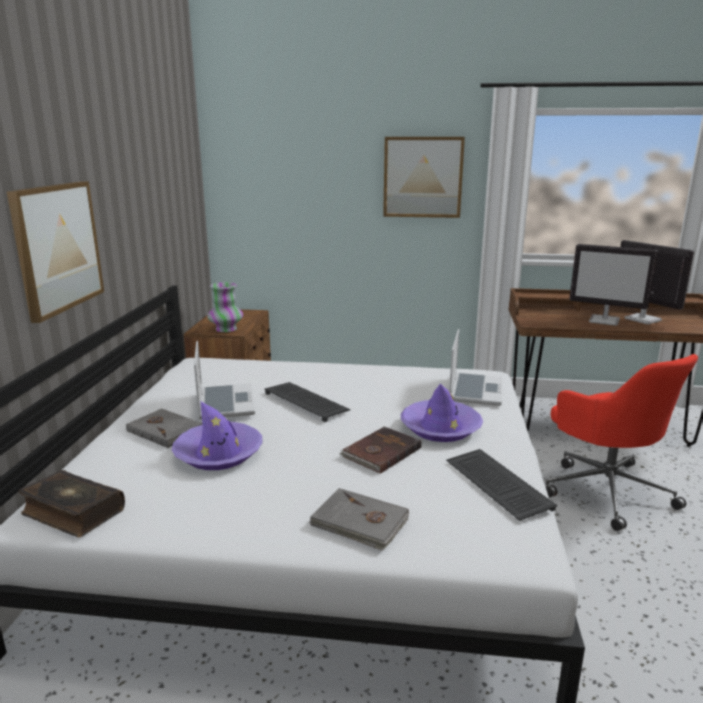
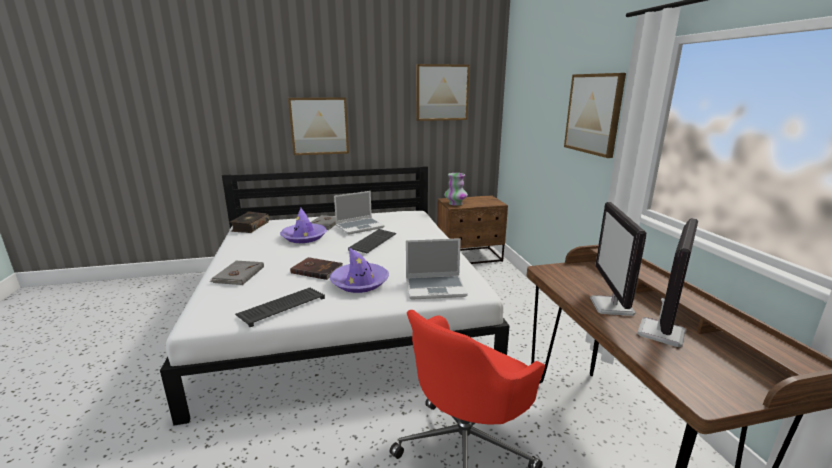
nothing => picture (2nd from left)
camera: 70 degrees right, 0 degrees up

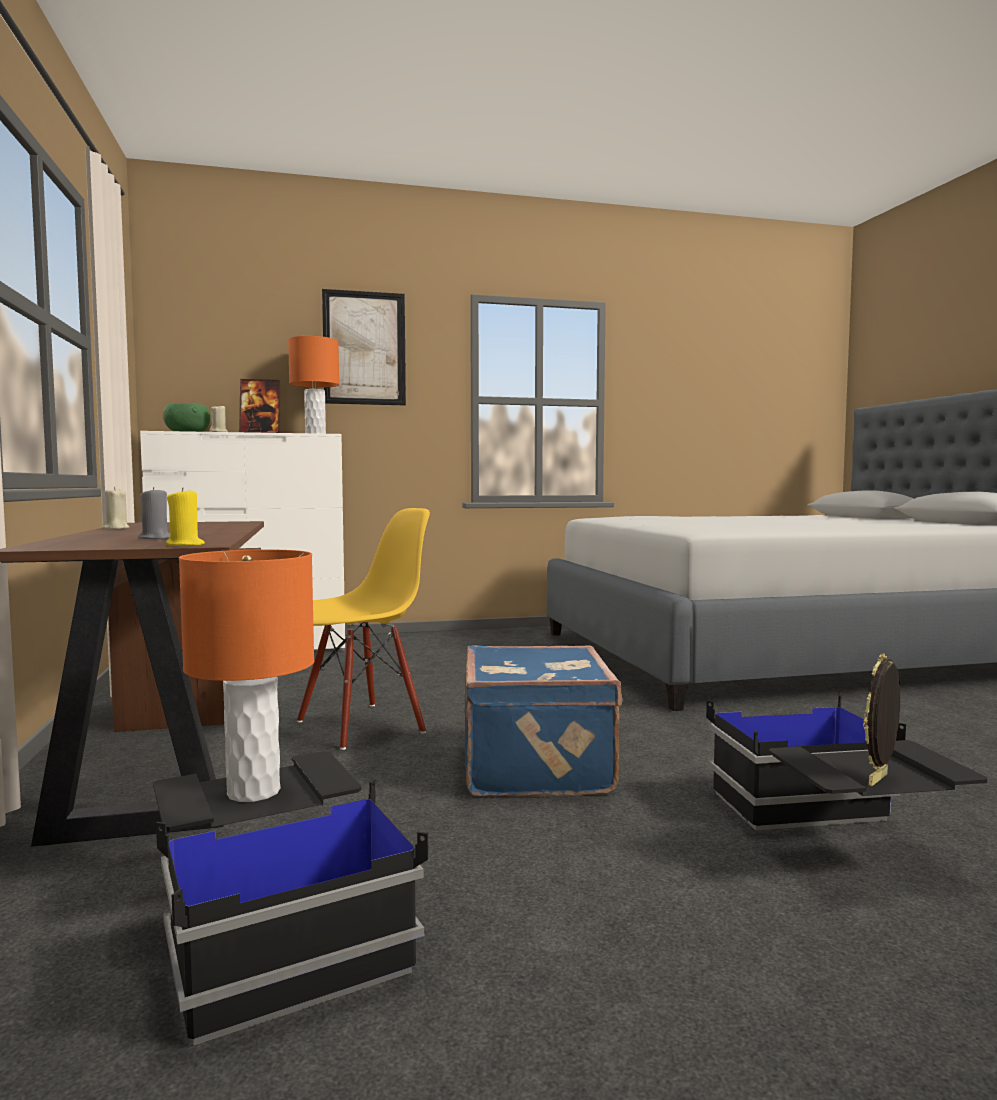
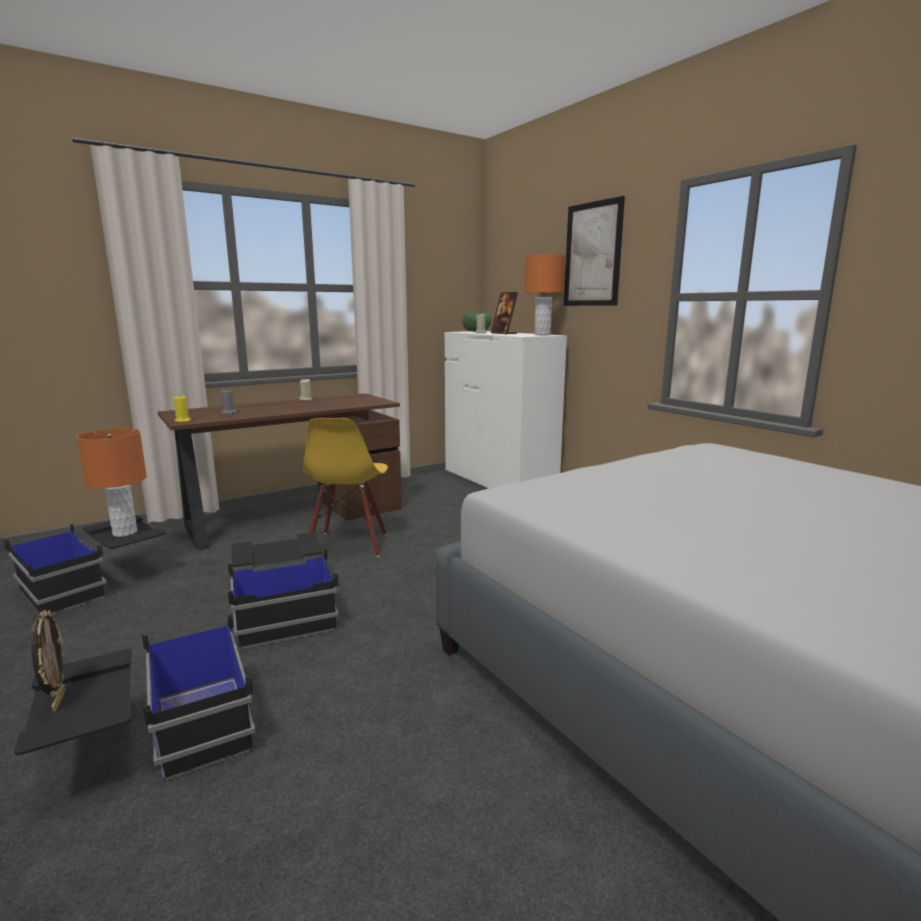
picture frame (2nd from left in the first image) => picture frame (1st from left), 45 degrees clockwise
blue suitcase => black storage box (3rd from left)
yellow chair, 60 degrees clockwise
camera: 70 degrees right, 10 degrees up

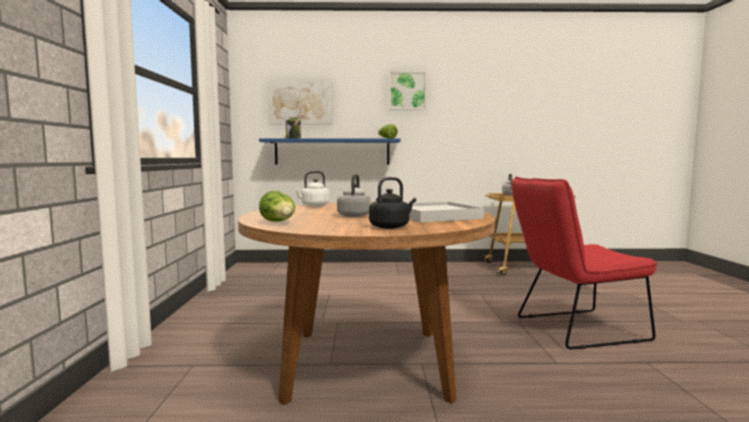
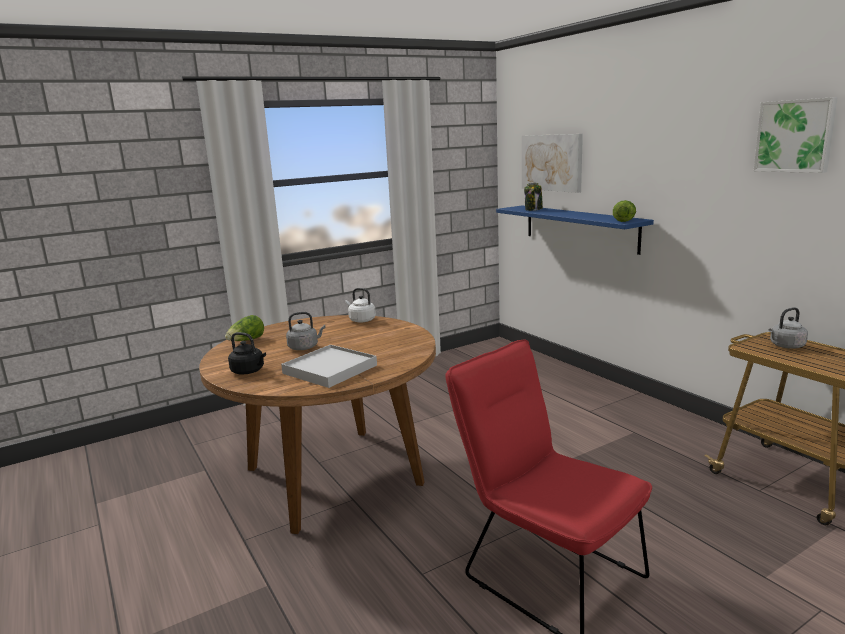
picture (2nd from left), move
camera: 60 degrees right, 10 degrees up

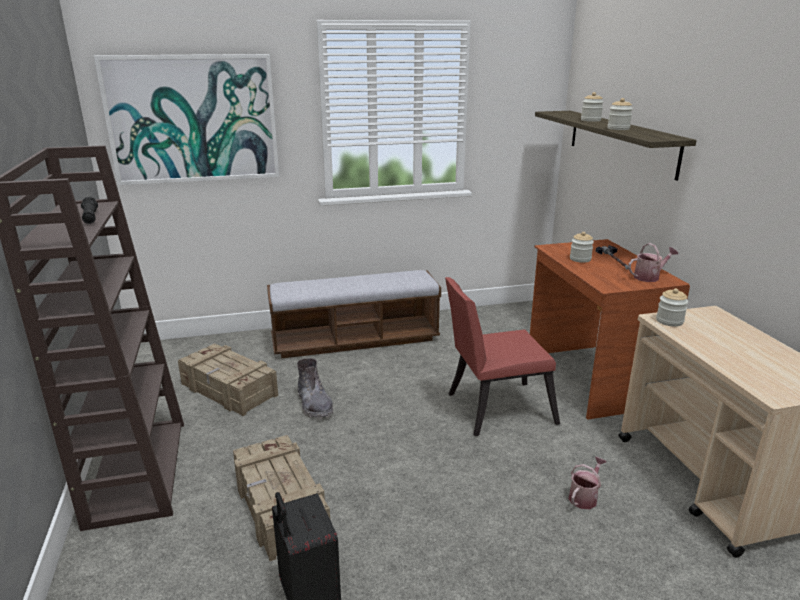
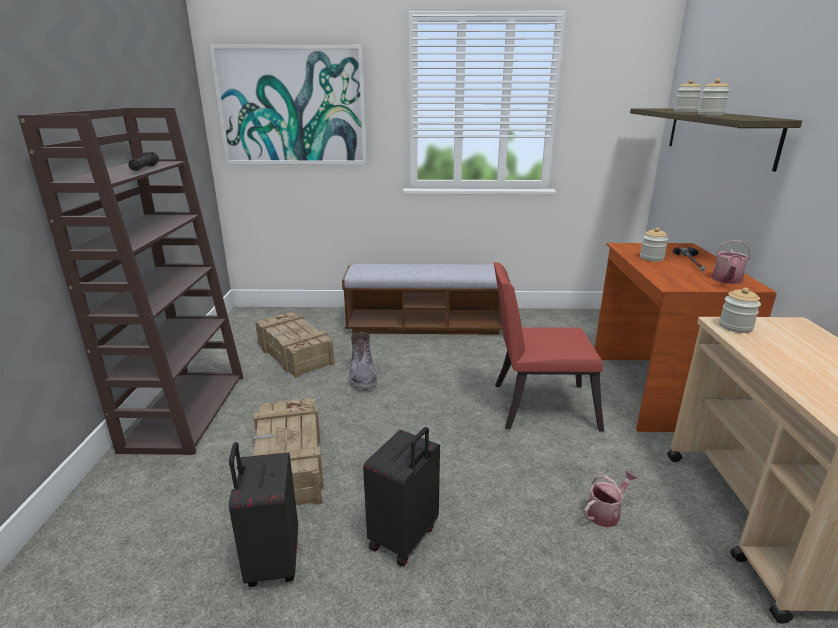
nothing => black suitcase (2nd from left)
watering can (2nd from left), 120 degrees clockwise
camera: 15 degrees right, 0 degrees up

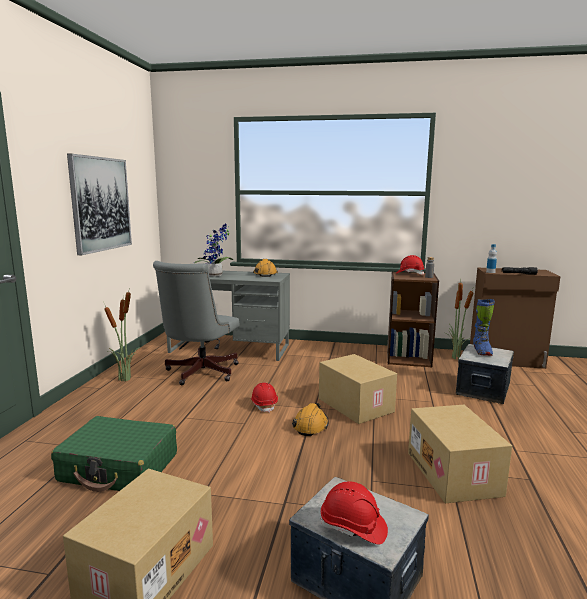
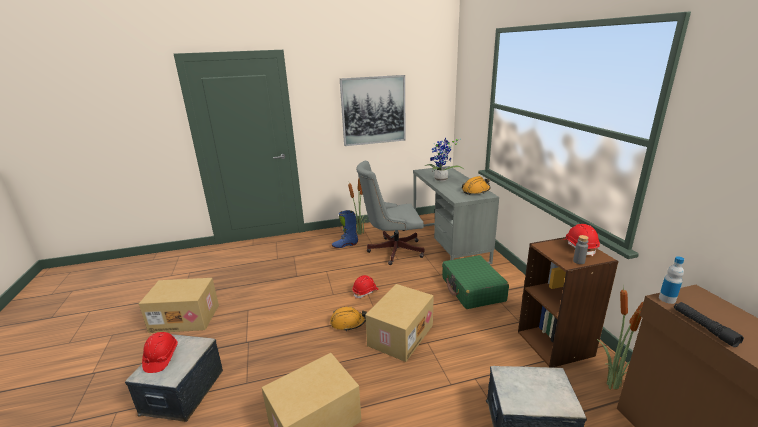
blue boot, move
green suitcase, move
camera: 65 degrees right, 10 degrees up

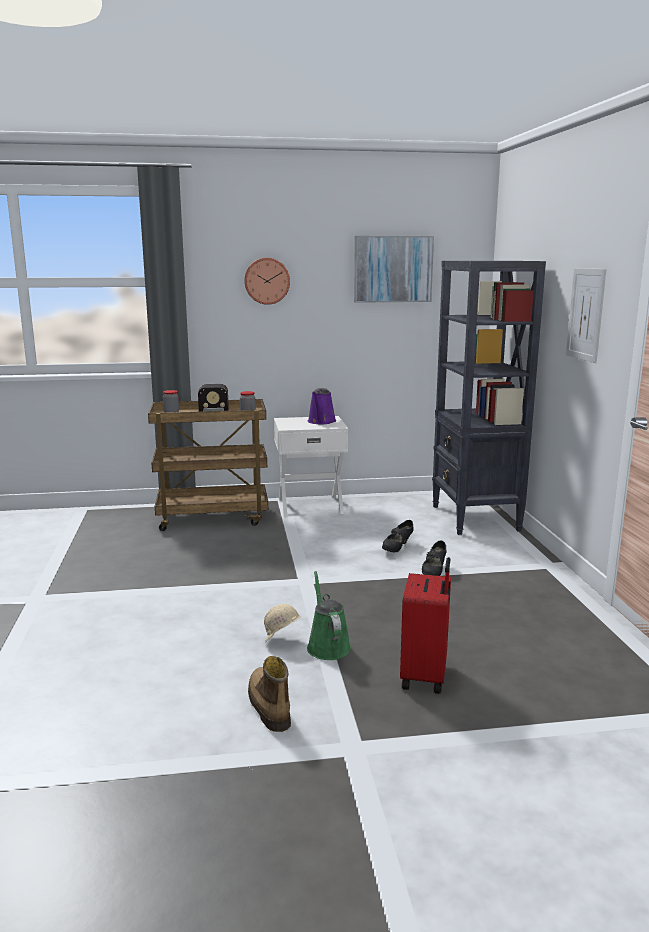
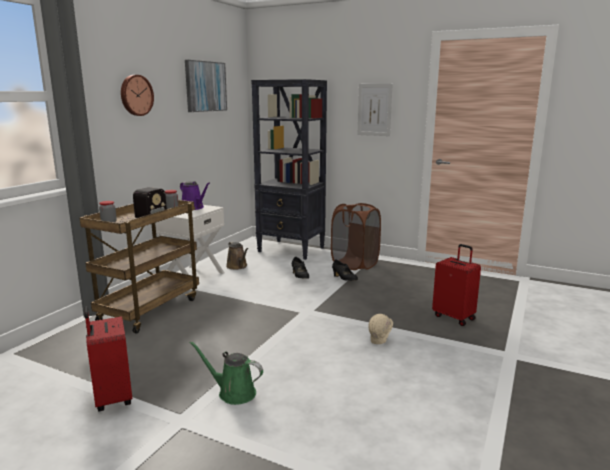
nothing => red suitcase (1st from left)
green watering can, move
nothing => brown watering can
nothing => brown laundry basket
boot => nothing
camera: 55 degrees left, 0 degrees up

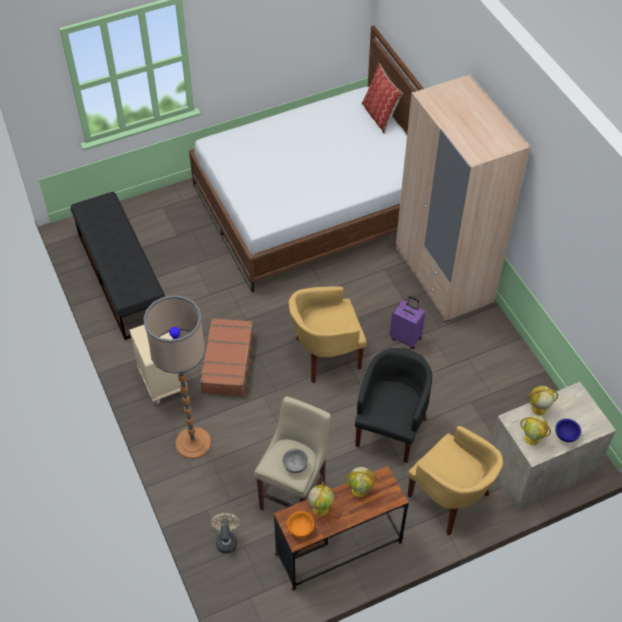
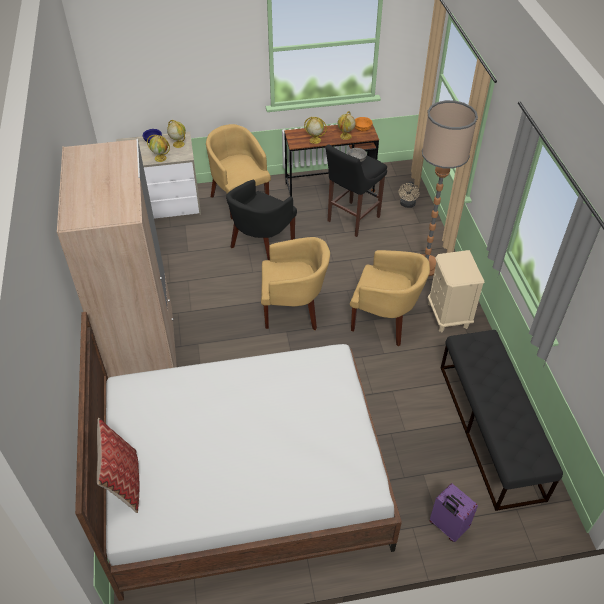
beige stool => black stool
brown suitcase => yellow armchair (3rd from left)
purple suitcase, move
camera: 165 degrees left, 5 degrees down

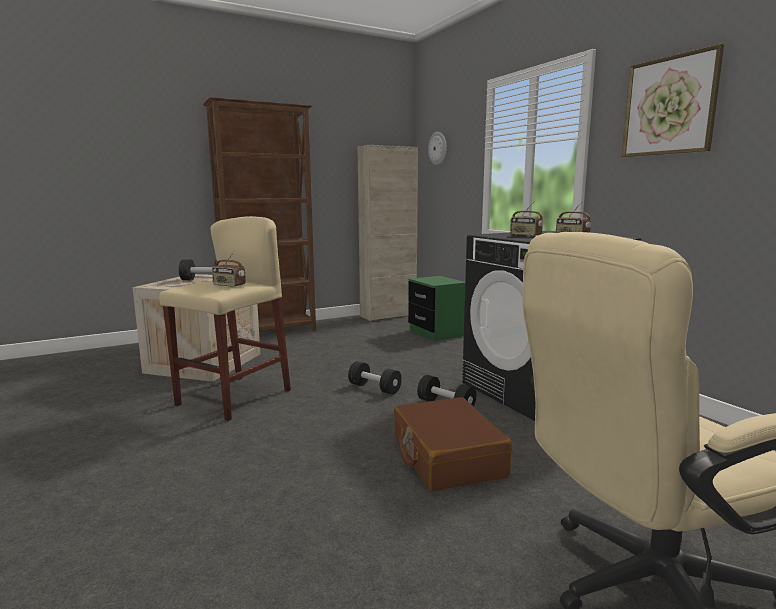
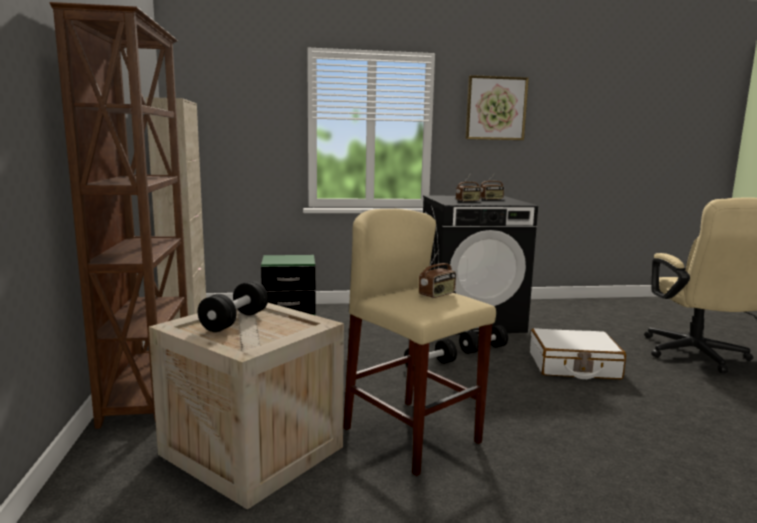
brown suitcase => white suitcase
wall clock => nothing
camera: 70 degrees left, 0 degrees up

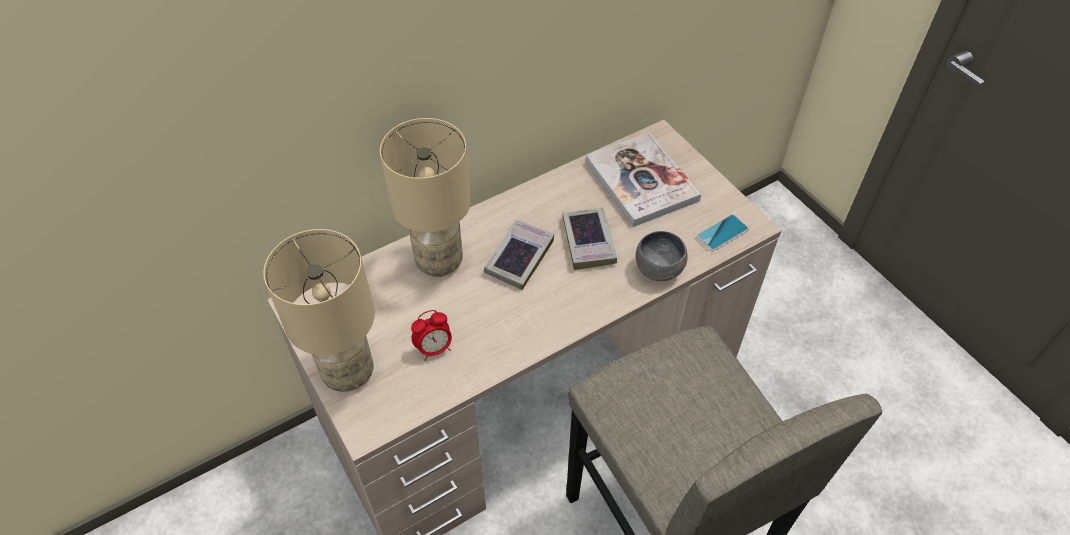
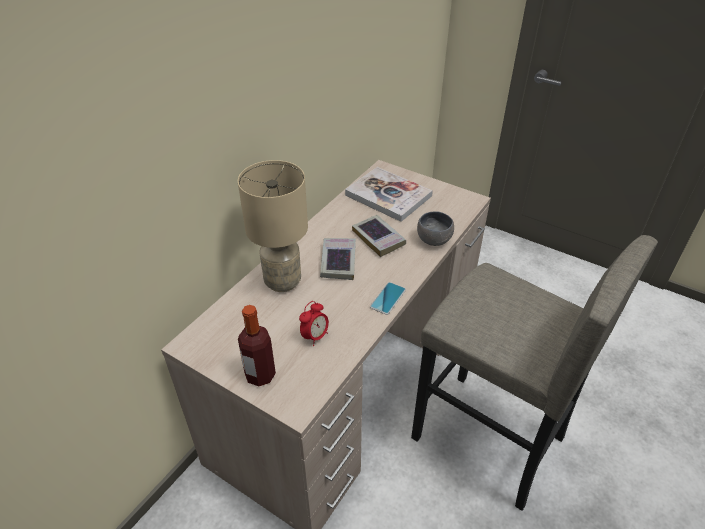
beige table lamp (1st from left) => bottle
phone, move
camera: 25 degrees left, 10 degrees down

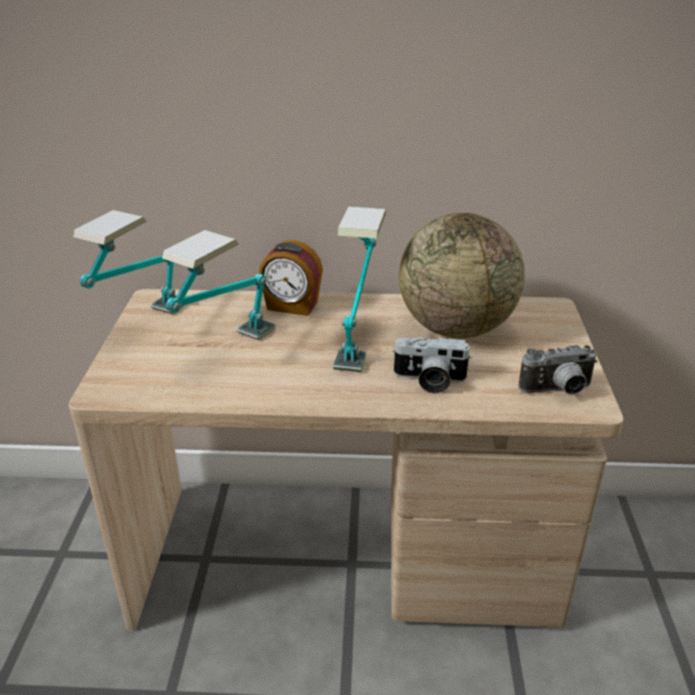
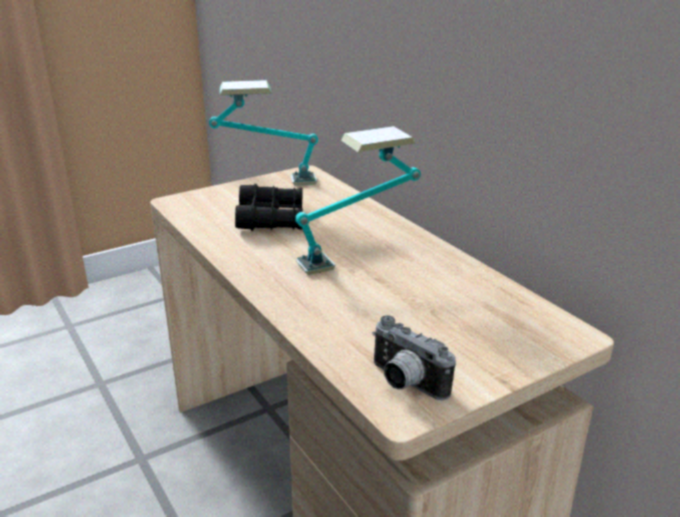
table lamp (2nd from left) => black binoculars
alarm clock => nothing
photo camera (1st from left) => nothing
globe => nothing
camera: 55 degrees right, 5 degrees down

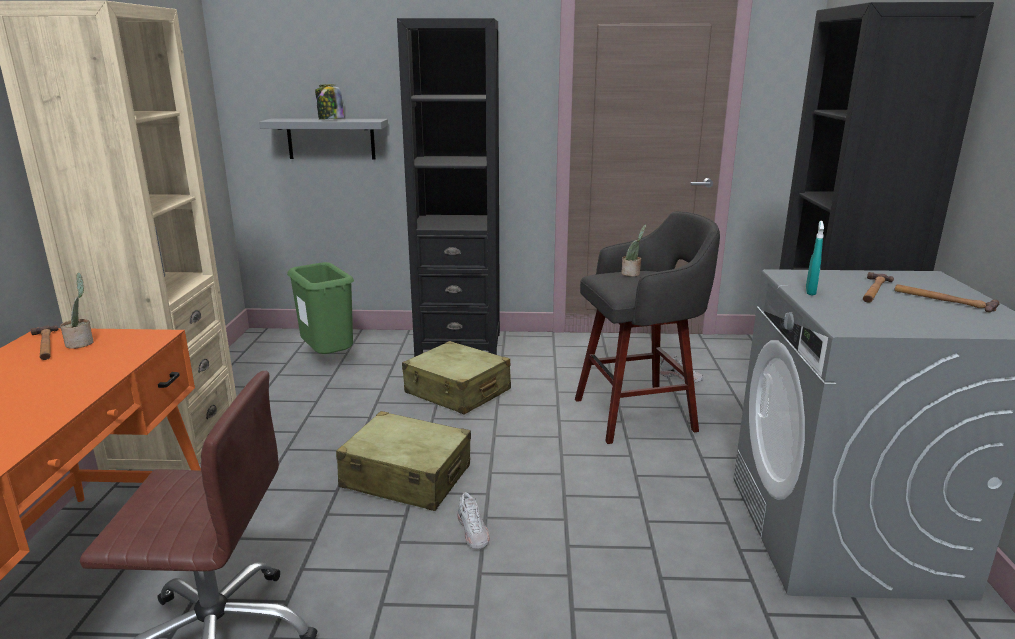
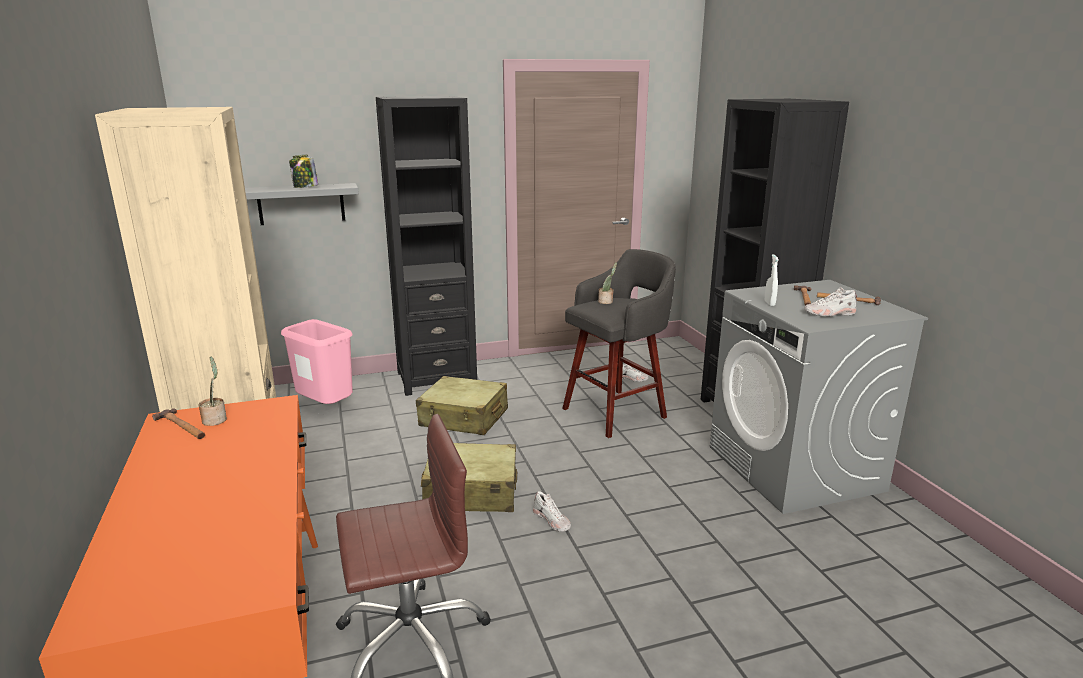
green trash can => pink trash can
turquoise spray bottle => white spray bottle
nothing => white shoe (3rd from left)
camera: 20 degrees left, 0 degrees up

